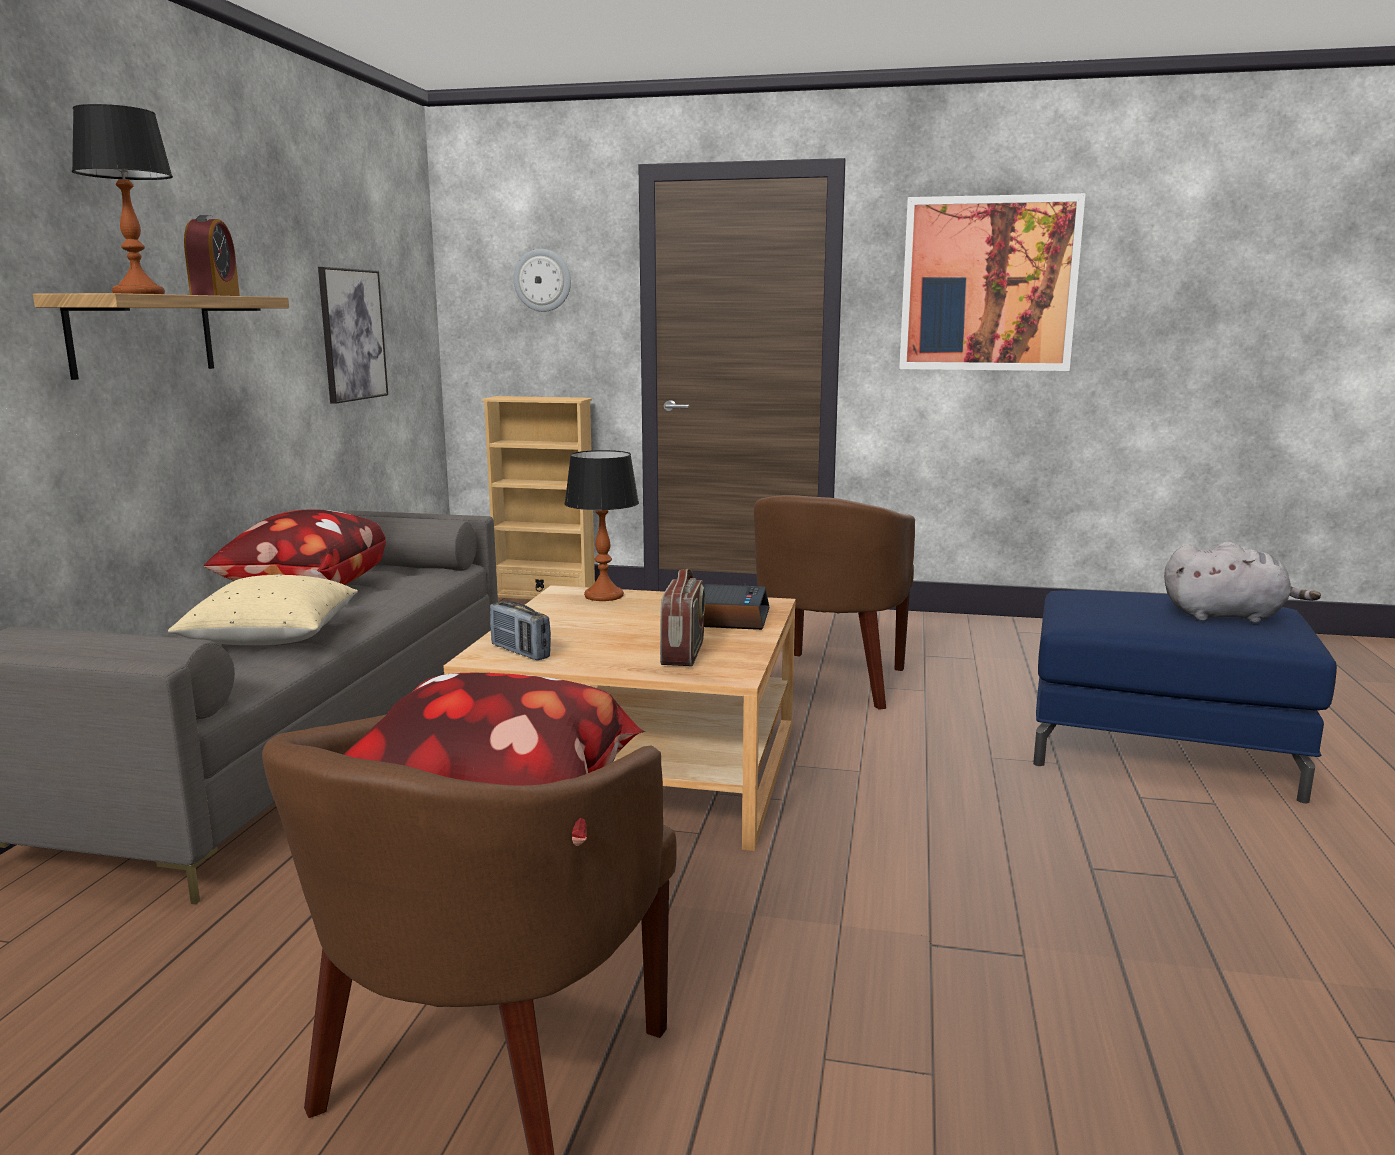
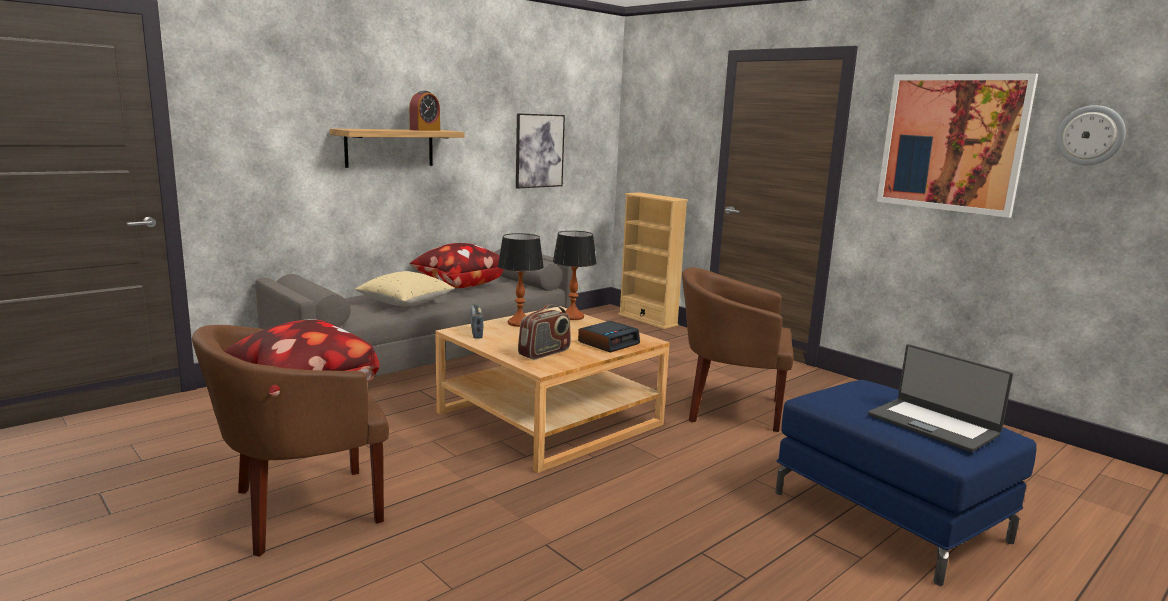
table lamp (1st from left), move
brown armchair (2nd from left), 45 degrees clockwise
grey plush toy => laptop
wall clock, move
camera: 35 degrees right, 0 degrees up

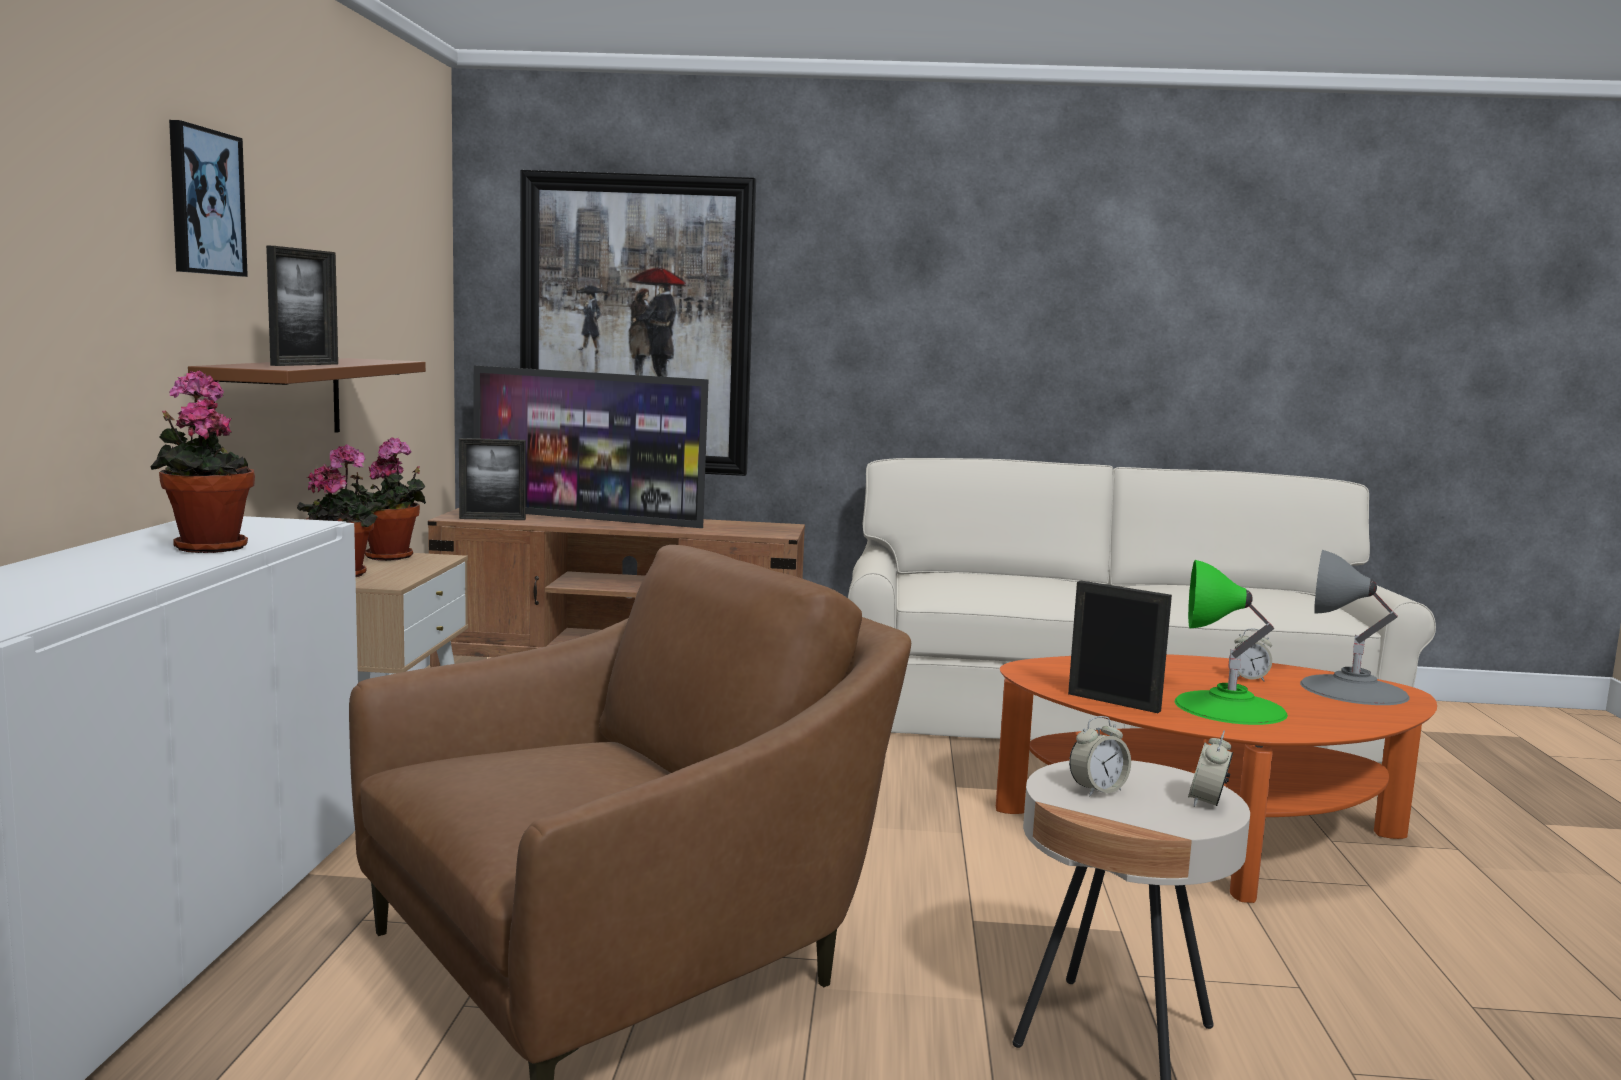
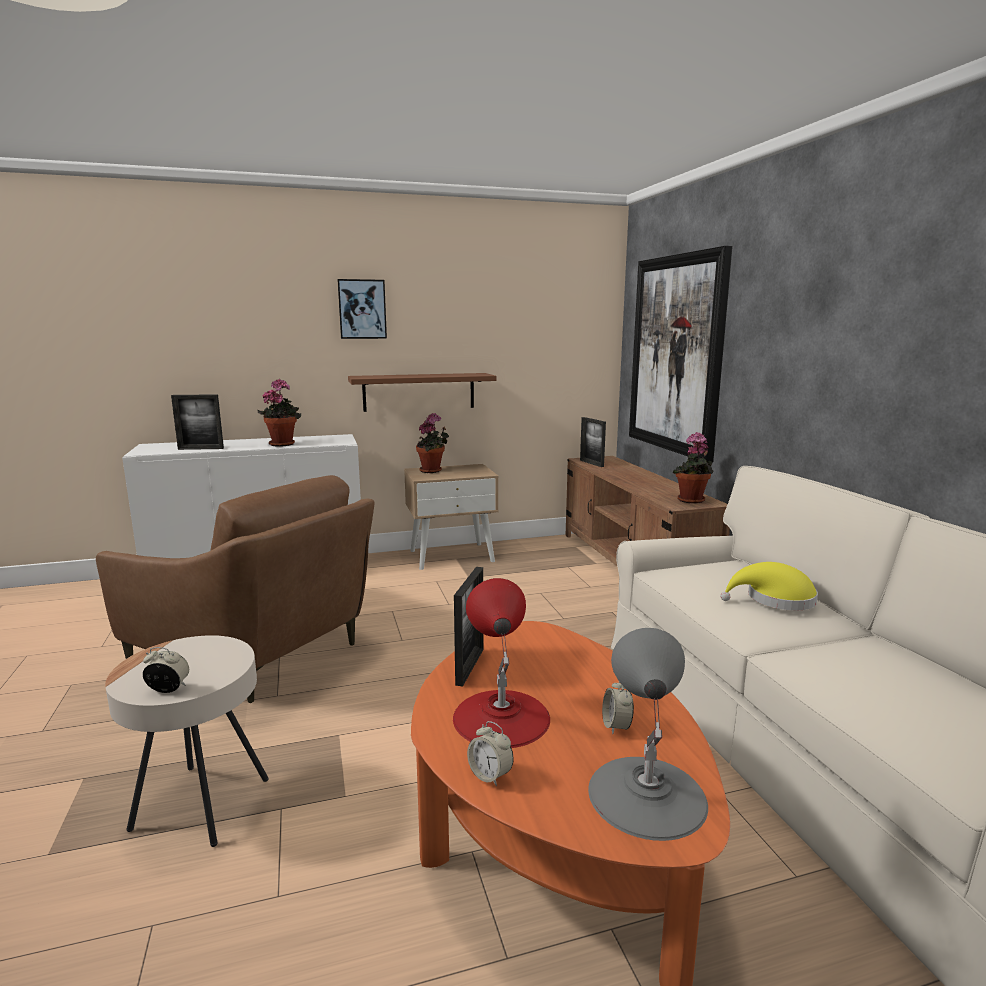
picture frame (1st from left), move
green table lamp => red table lamp
alarm clock (1st from left in the first image) => alarm clock (2nd from left), move
potted plant (3rd from left), move
nothing => yellow hat
television => nothing
camera: 70 degrees right, 5 degrees up

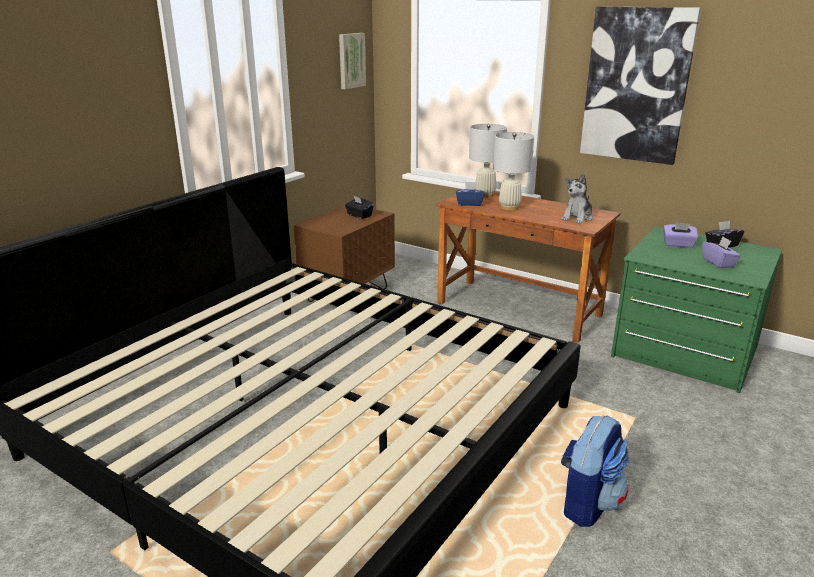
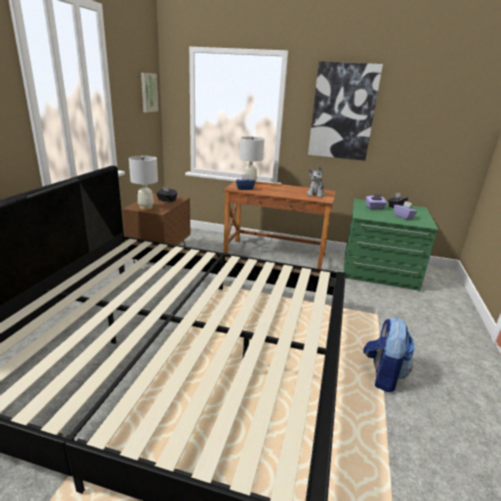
white table lamp (2nd from left in the first image) => white table lamp (1st from left), move
camera: 20 degrees left, 0 degrees up

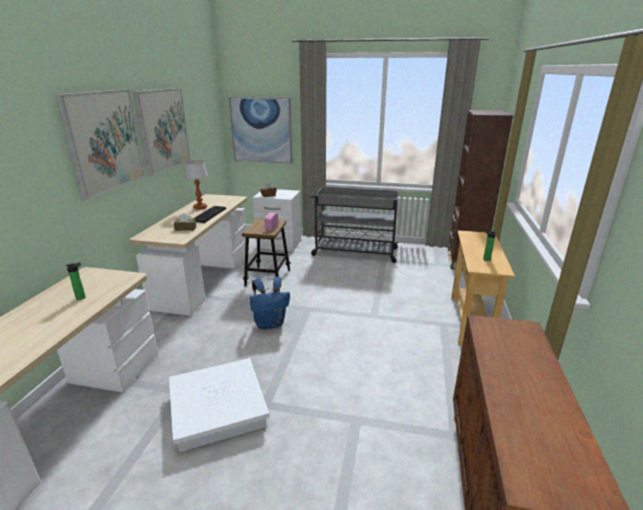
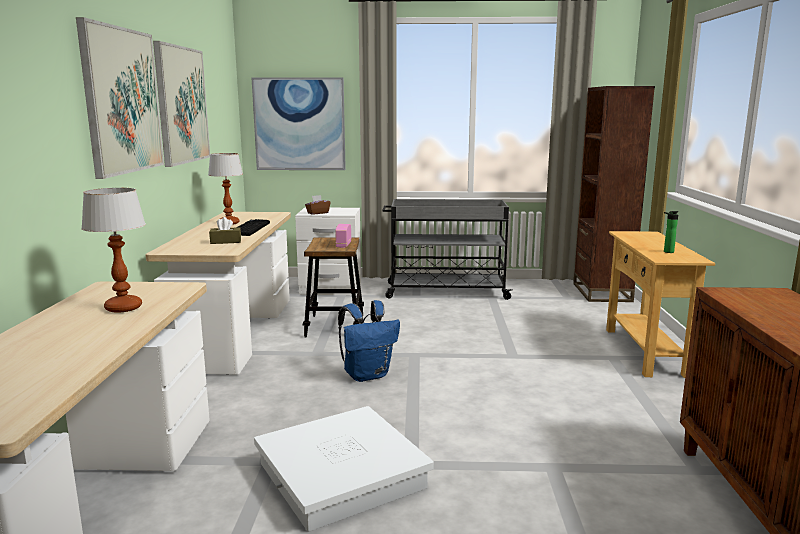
bottle (1st from left) => table lamp (1st from left)
camera: 10 degrees left, 10 degrees down

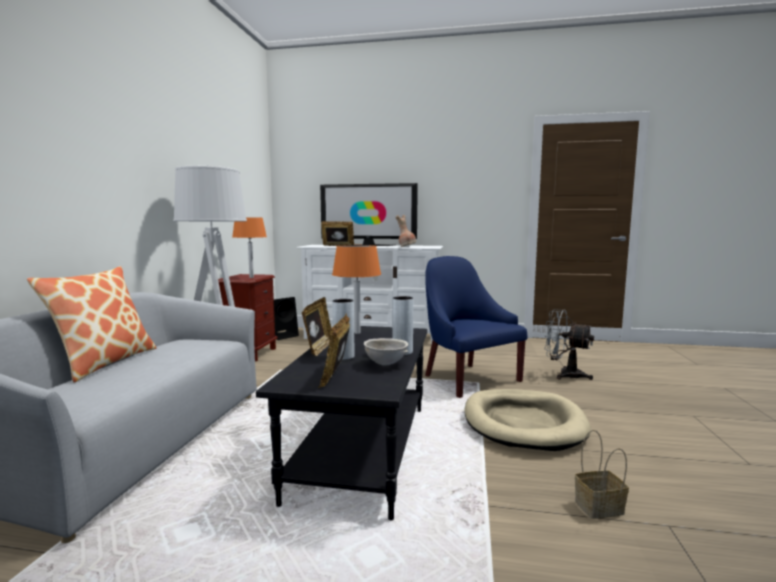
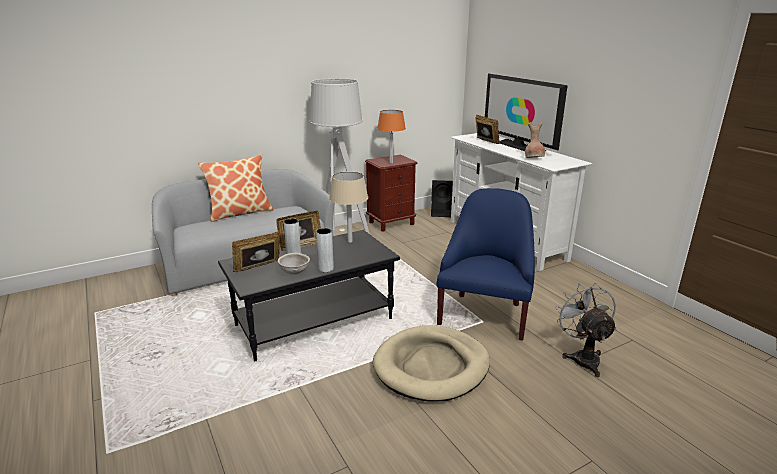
orange table lamp (2nd from left) => beige table lamp
basket => nothing
camera: 50 degrees right, 15 degrees up

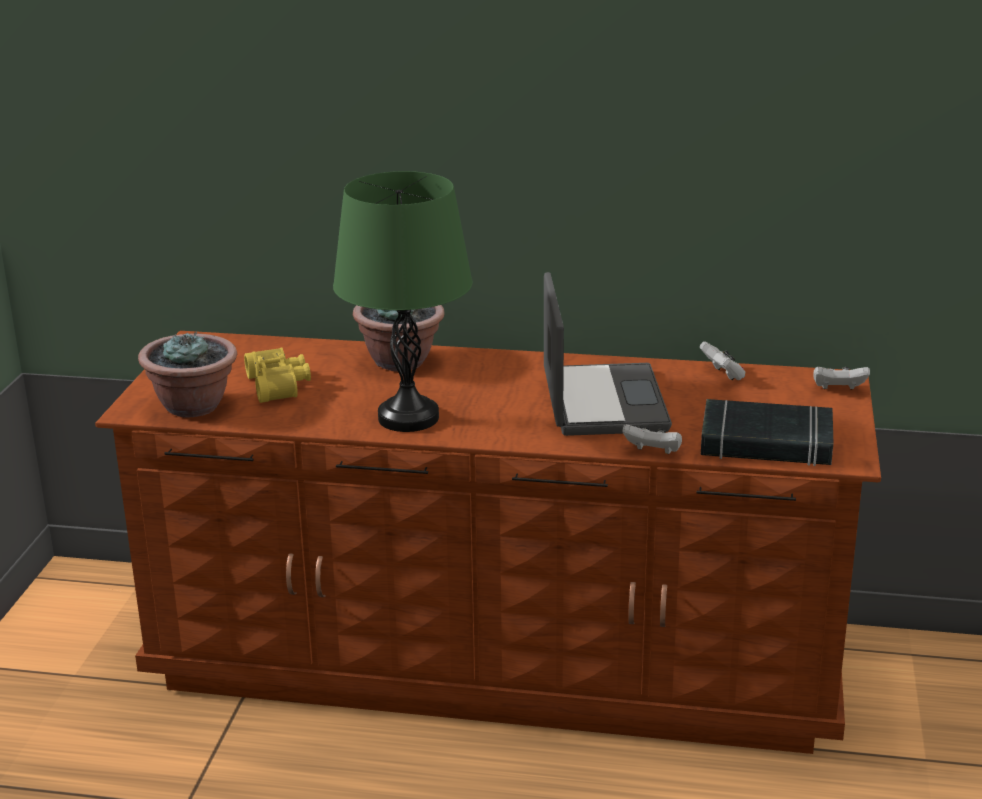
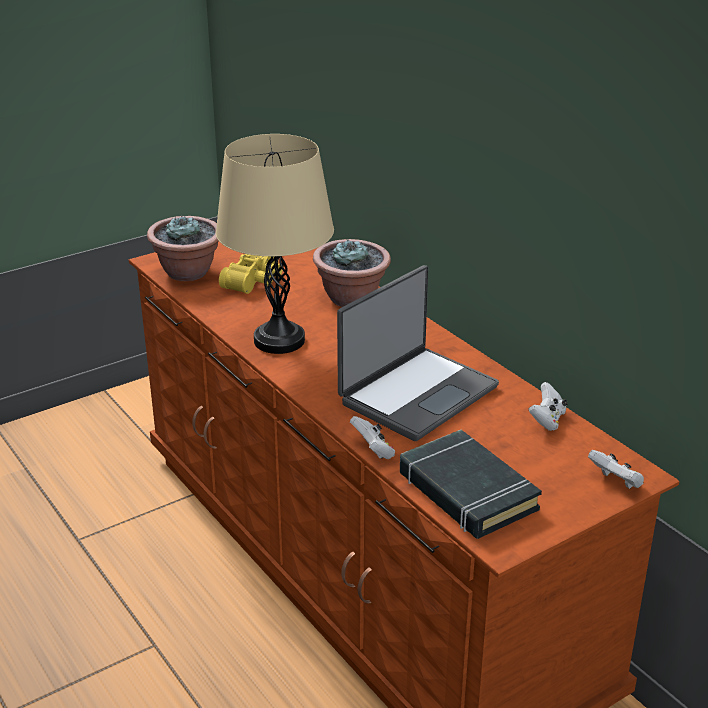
green table lamp => beige table lamp
camera: 45 degrees right, 5 degrees up

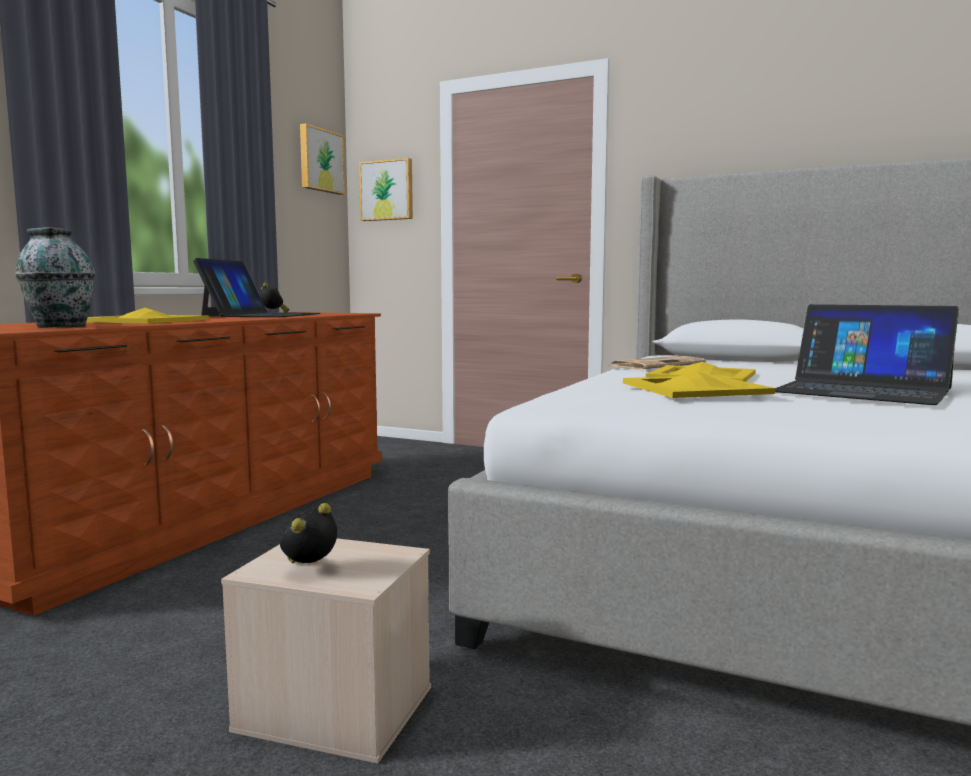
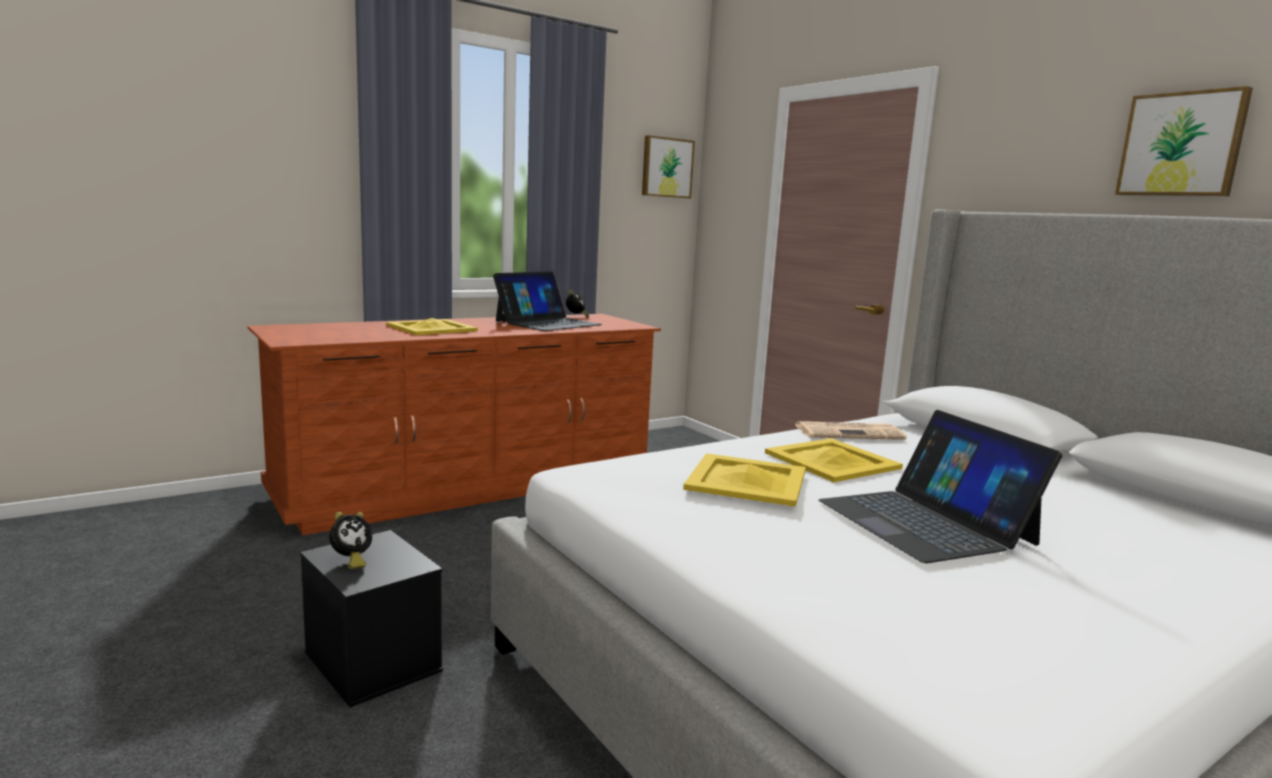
beige storage box => black storage box
alarm clock (2nd from left in the first image) => alarm clock (1st from left), 150 degrees clockwise
picture (2nd from left), move
vase => nothing
camera: 30 degrees right, 5 degrees up

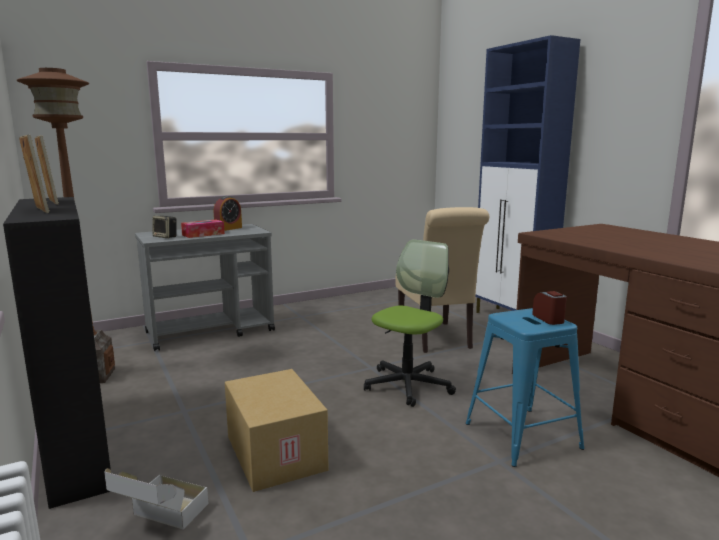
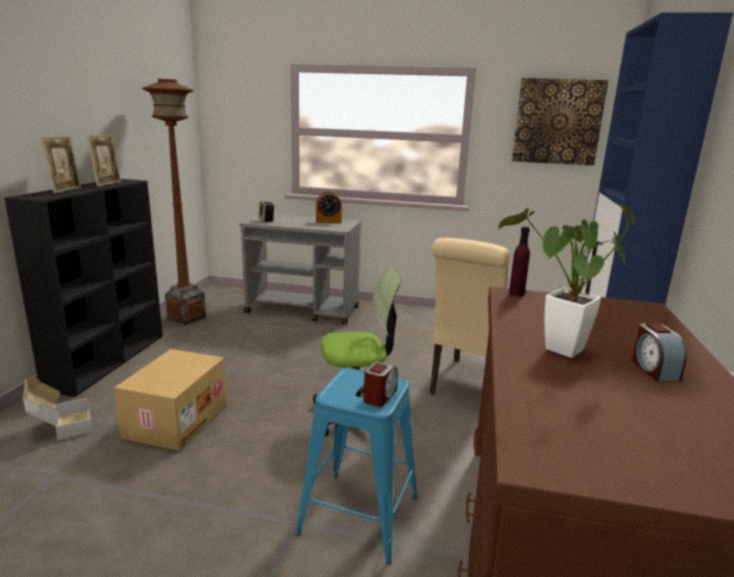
nothing => potted plant
nothing => purple bottle
nothing => picture
nothing => alarm clock (3rd from left)
tissue box => nothing
camera: 40 degrees right, 5 degrees up

